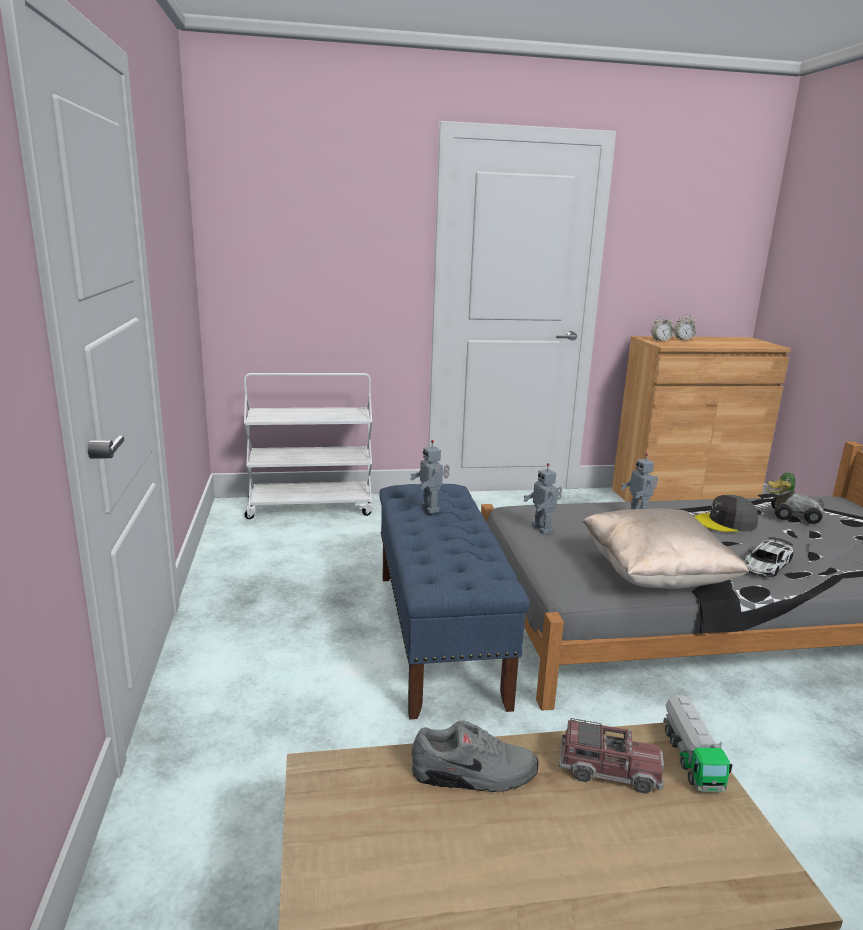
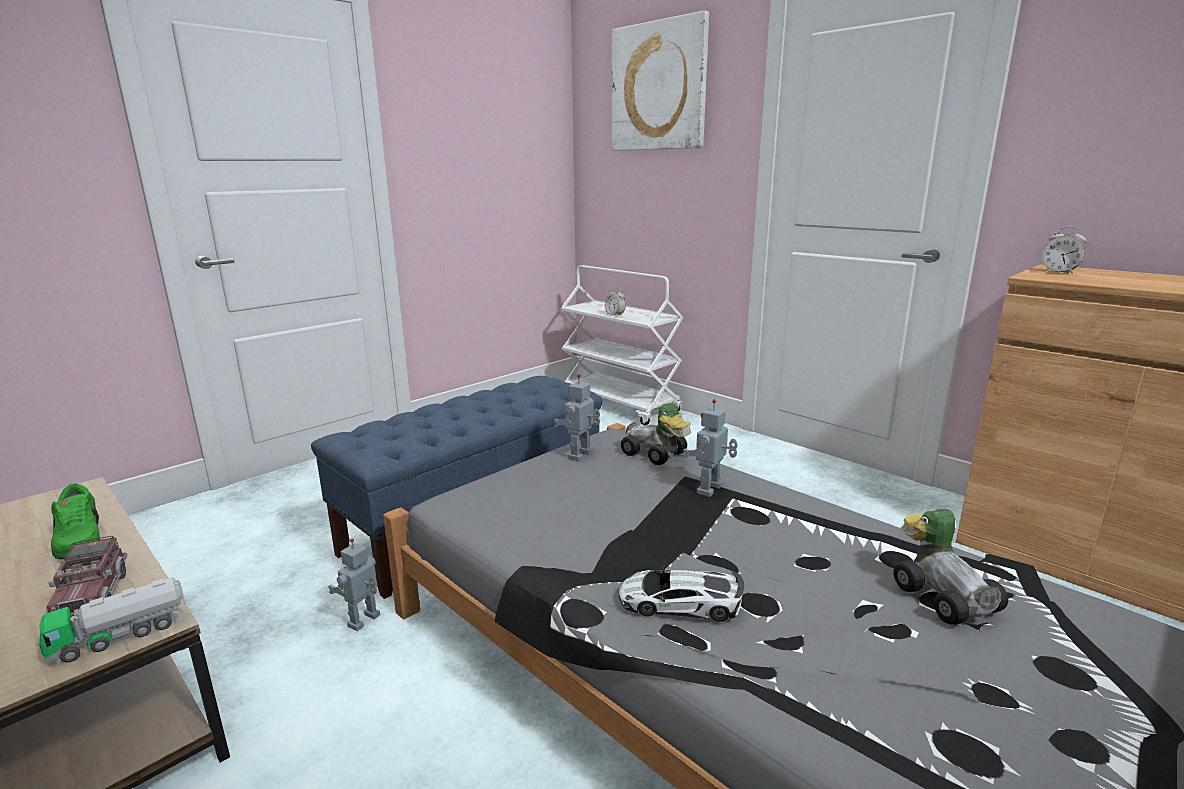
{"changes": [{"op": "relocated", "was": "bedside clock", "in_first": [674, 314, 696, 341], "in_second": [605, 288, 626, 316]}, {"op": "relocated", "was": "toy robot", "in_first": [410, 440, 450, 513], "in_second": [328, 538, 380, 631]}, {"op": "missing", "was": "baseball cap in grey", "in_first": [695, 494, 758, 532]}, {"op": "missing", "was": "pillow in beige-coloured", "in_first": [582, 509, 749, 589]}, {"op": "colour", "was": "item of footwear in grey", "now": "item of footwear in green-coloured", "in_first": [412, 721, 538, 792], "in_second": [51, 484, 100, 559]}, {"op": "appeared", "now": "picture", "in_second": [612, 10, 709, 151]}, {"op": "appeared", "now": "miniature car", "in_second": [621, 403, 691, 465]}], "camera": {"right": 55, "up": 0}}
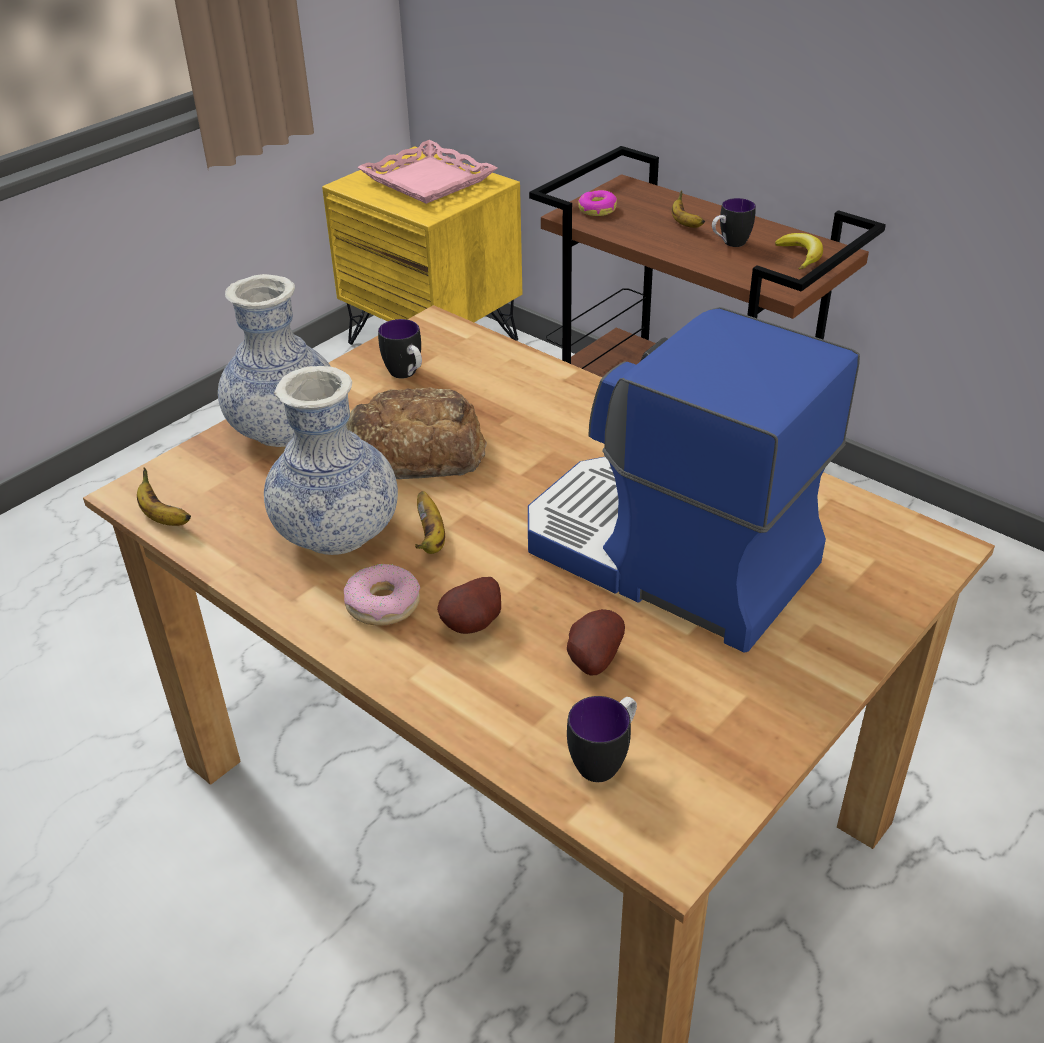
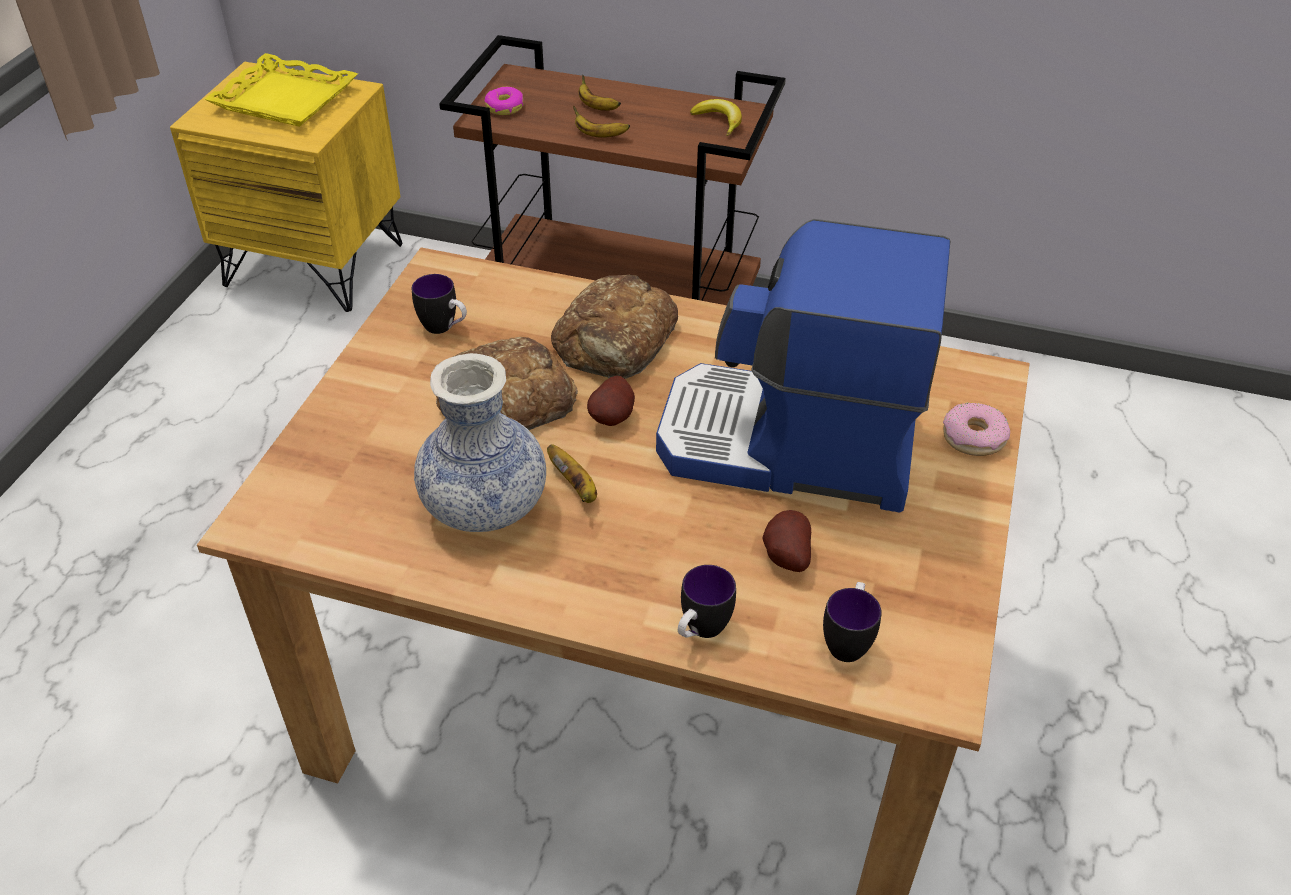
{"changes": [{"op": "colour", "was": "carrying tray in pinkish", "now": "carrying tray in yellowish", "in_first": [357, 140, 498, 204], "in_second": [204, 53, 358, 127]}, {"op": "relocated", "was": "coffee mug", "in_first": [712, 198, 756, 247], "in_second": [678, 565, 736, 638]}, {"op": "missing", "was": "vase", "in_first": [218, 274, 331, 447]}, {"op": "relocated", "was": "whole banana", "in_first": [137, 467, 191, 526], "in_second": [573, 106, 630, 138]}, {"op": "relocated", "was": "ring doughnut", "in_first": [344, 564, 420, 626], "in_second": [943, 403, 1010, 456]}, {"op": "relocated", "was": "potato", "in_first": [437, 577, 501, 634], "in_second": [587, 375, 635, 426]}, {"op": "appeared", "now": "bread", "in_second": [551, 275, 678, 379]}], "camera": {"right": -25, "up": 5}}
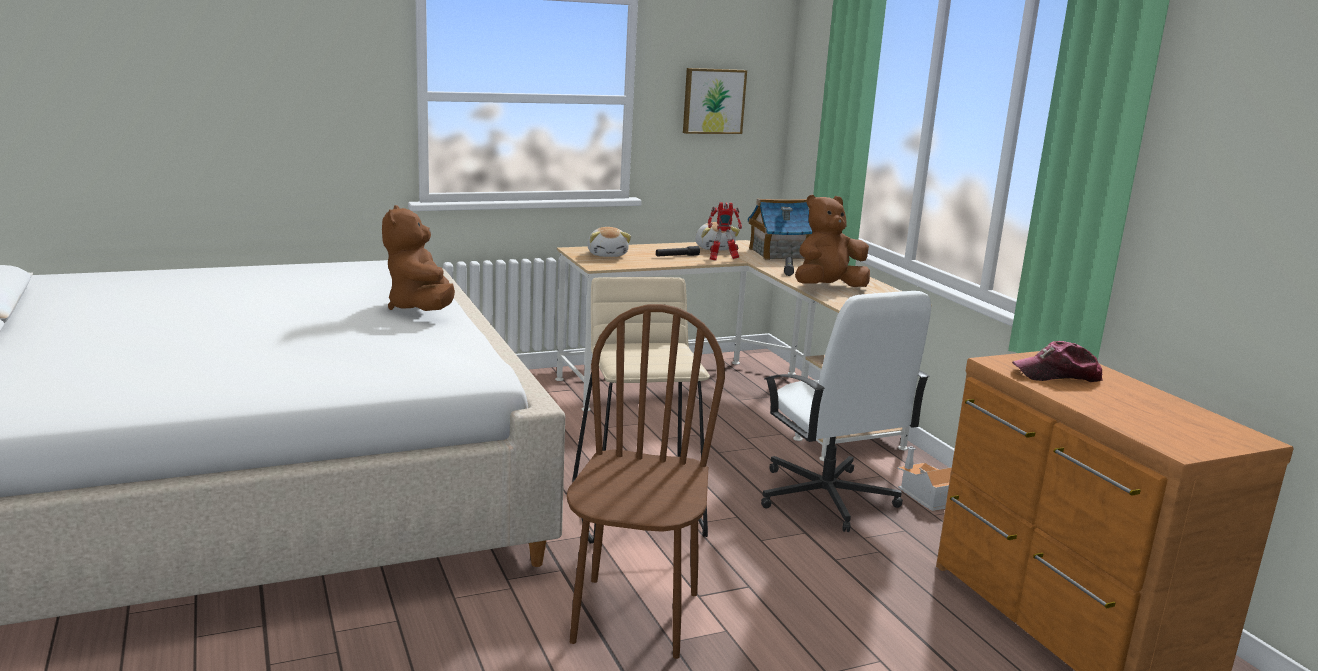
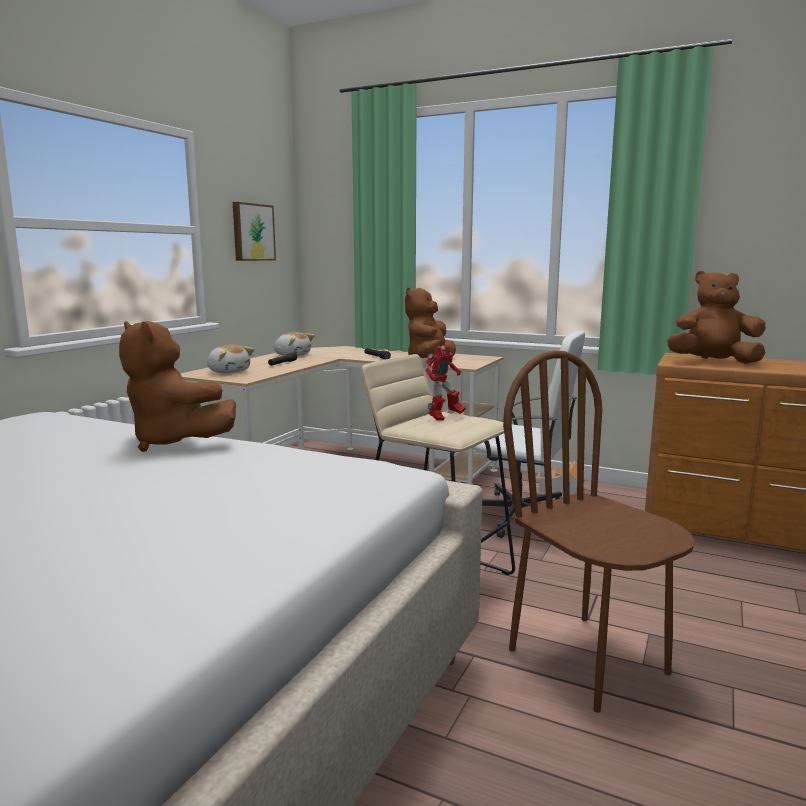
{"changes": [{"op": "missing", "was": "model house", "in_first": [748, 199, 812, 260]}, {"op": "relocated", "was": "toy robot", "in_first": [708, 202, 742, 261], "in_second": [424, 345, 465, 421]}, {"op": "exchanged", "was": "baseball cap", "now": "plush toy in brownish", "in_first": [1012, 341, 1103, 382], "in_second": [667, 271, 766, 364]}], "camera": {"right": -40, "up": -5}}
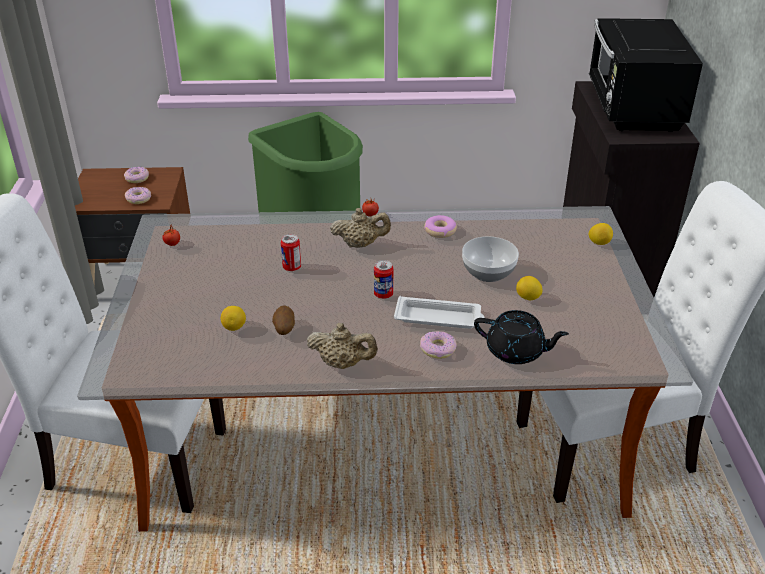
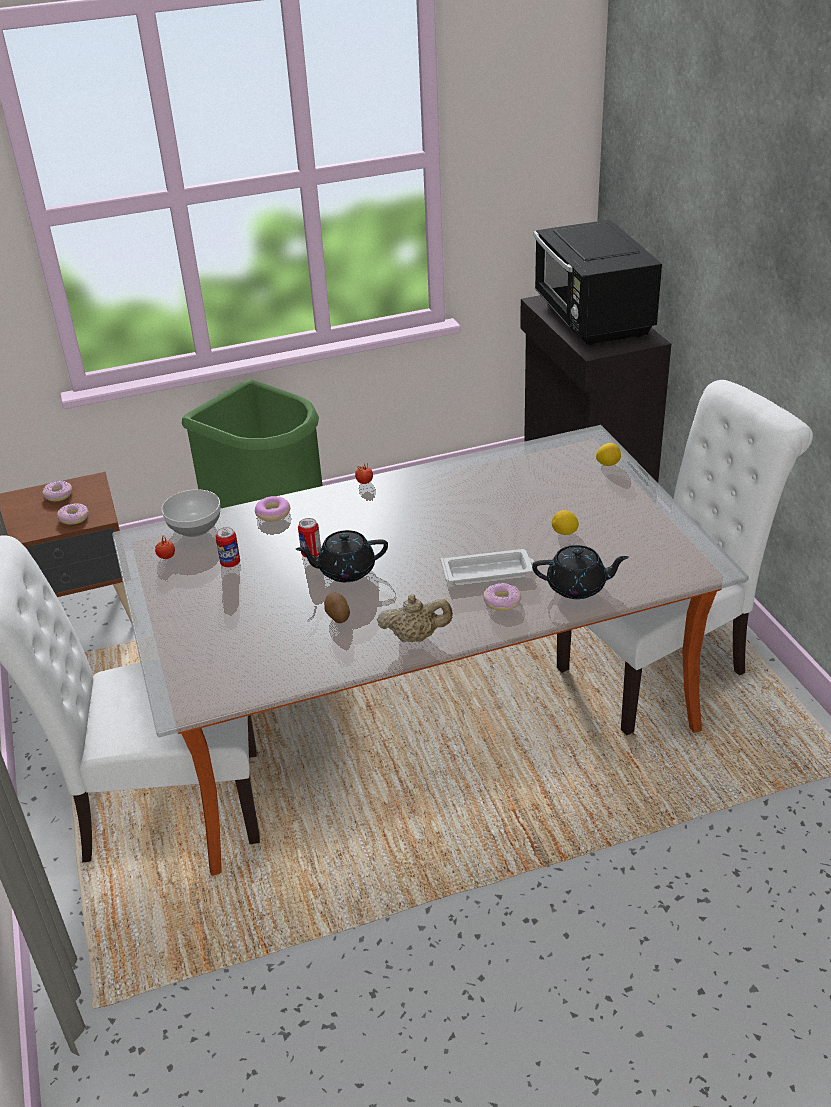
{"changes": [{"op": "missing", "was": "teapot in beige-coloured", "in_first": [330, 208, 391, 248]}, {"op": "relocated", "was": "ring doughnut", "in_first": [424, 215, 457, 238], "in_second": [255, 496, 290, 522]}, {"op": "relocated", "was": "bowl", "in_first": [462, 236, 519, 282], "in_second": [161, 489, 221, 537]}, {"op": "relocated", "was": "metal can", "in_first": [374, 260, 393, 299], "in_second": [215, 527, 240, 568]}, {"op": "missing", "was": "whole lemon", "in_first": [221, 306, 246, 331]}, {"op": "appeared", "now": "teapot in blackish", "in_second": [296, 530, 388, 582]}], "camera": {"right": -15, "up": 0}}
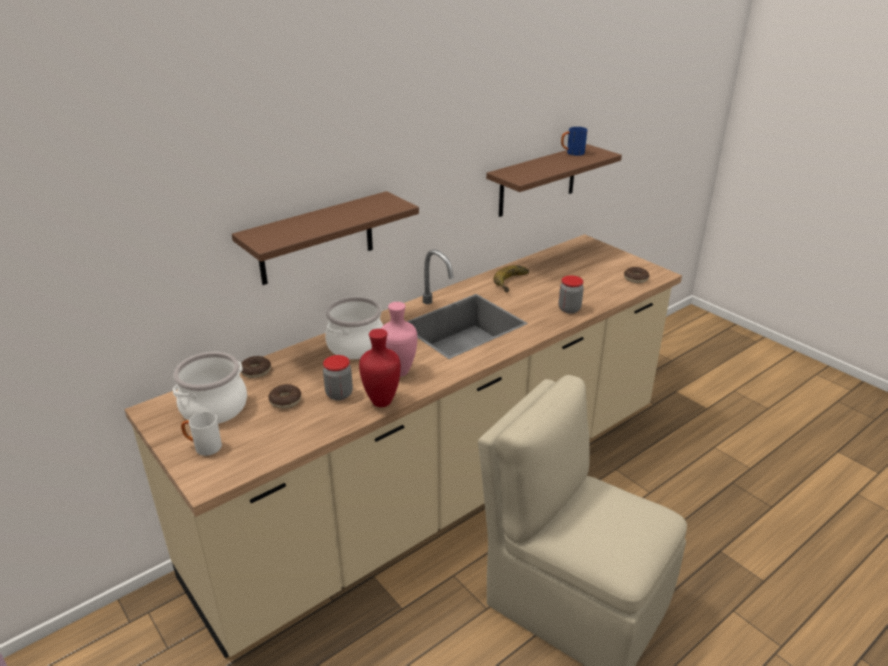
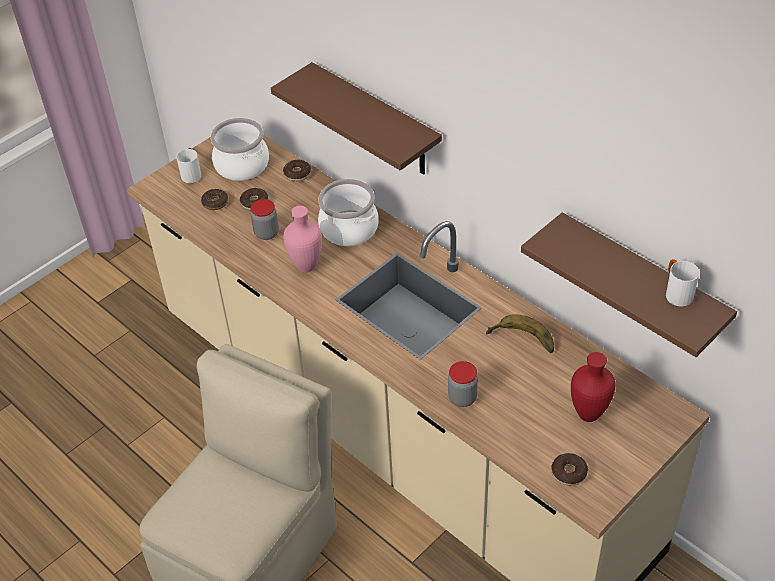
{"changes": [{"op": "colour", "was": "coffee mug in blue-coloured", "now": "coffee mug in whitish", "in_first": [561, 127, 588, 156], "in_second": [666, 259, 700, 307]}, {"op": "relocated", "was": "vase in red-coloured", "in_first": [359, 329, 401, 407], "in_second": [571, 352, 615, 422]}, {"op": "appeared", "now": "ring doughnut", "in_second": [201, 189, 228, 210]}], "camera": {"right": 85, "up": 15}}
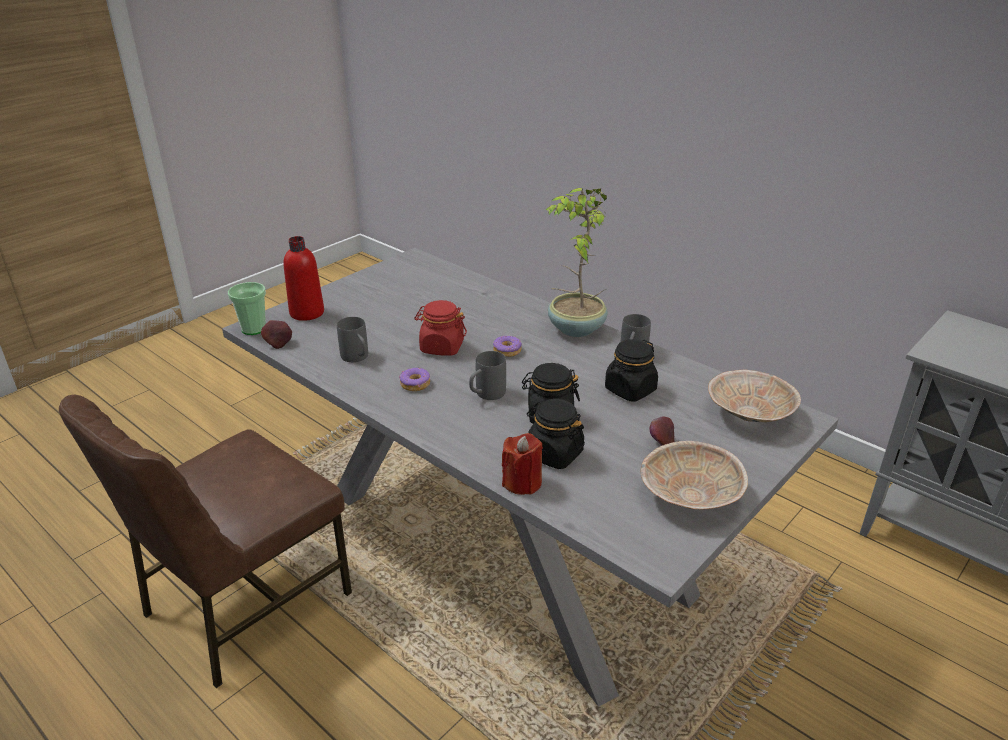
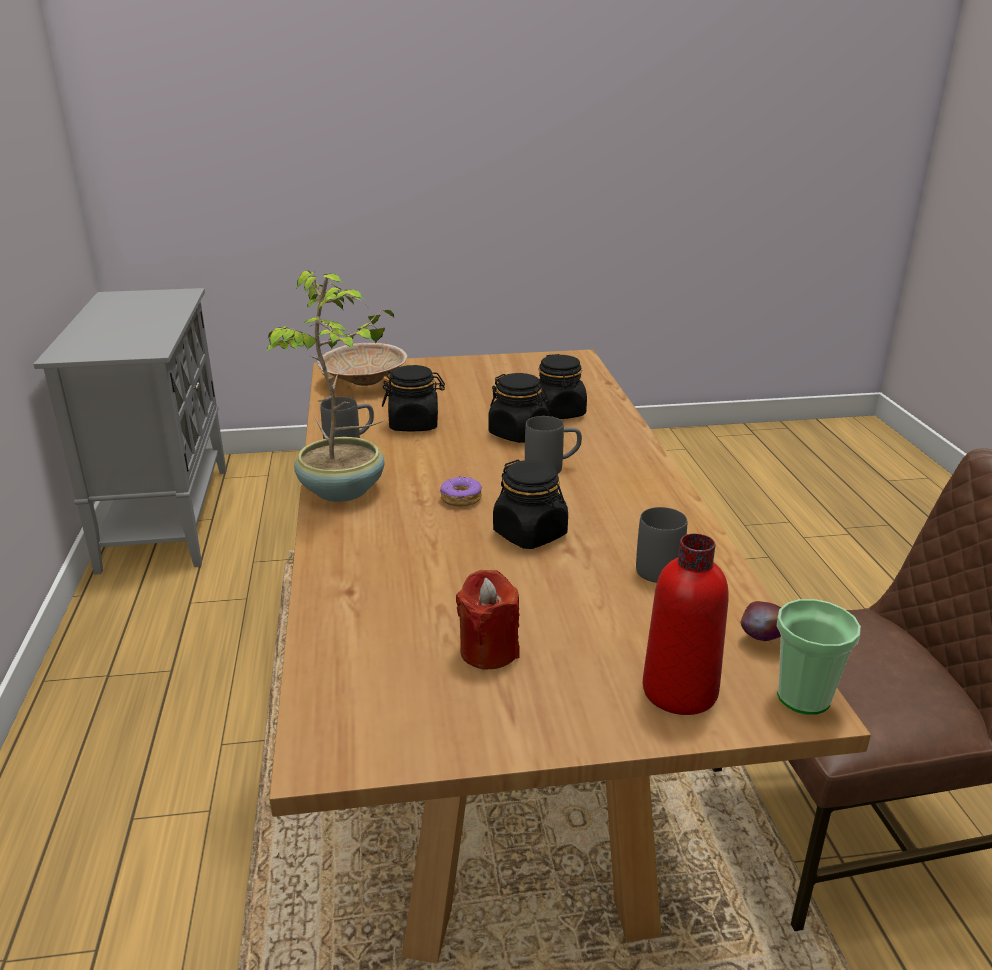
{"changes": [{"op": "colour", "was": "dinner table in grey", "now": "dinner table in brownish", "in_first": [222, 248, 838, 706], "in_second": [269, 349, 871, 963]}, {"op": "colour", "was": "jar in red-coloured", "now": "jar in blackish", "in_first": [414, 300, 467, 356], "in_second": [493, 460, 568, 549]}, {"op": "missing", "was": "ring doughnut", "in_first": [399, 368, 430, 391]}, {"op": "missing", "was": "apple fruit", "in_first": [650, 417, 674, 445]}, {"op": "relocated", "was": "candle in red-coloured", "in_first": [502, 433, 543, 495], "in_second": [456, 570, 520, 669]}, {"op": "missing", "was": "bowl in beige-coloured", "in_first": [641, 441, 748, 510]}], "camera": {"right": -140, "up": -5}}
